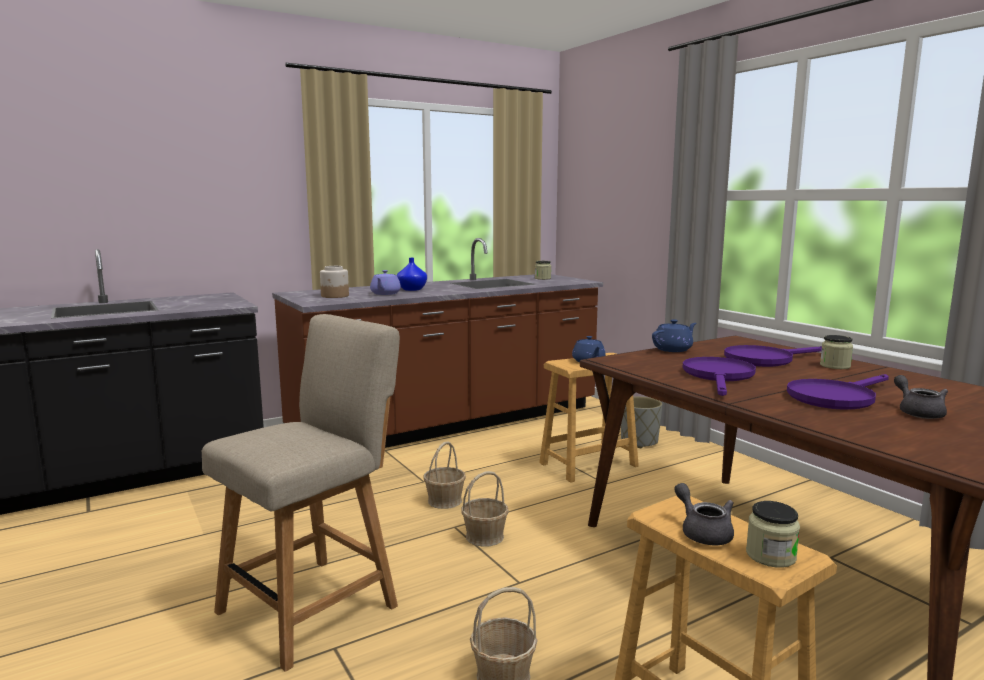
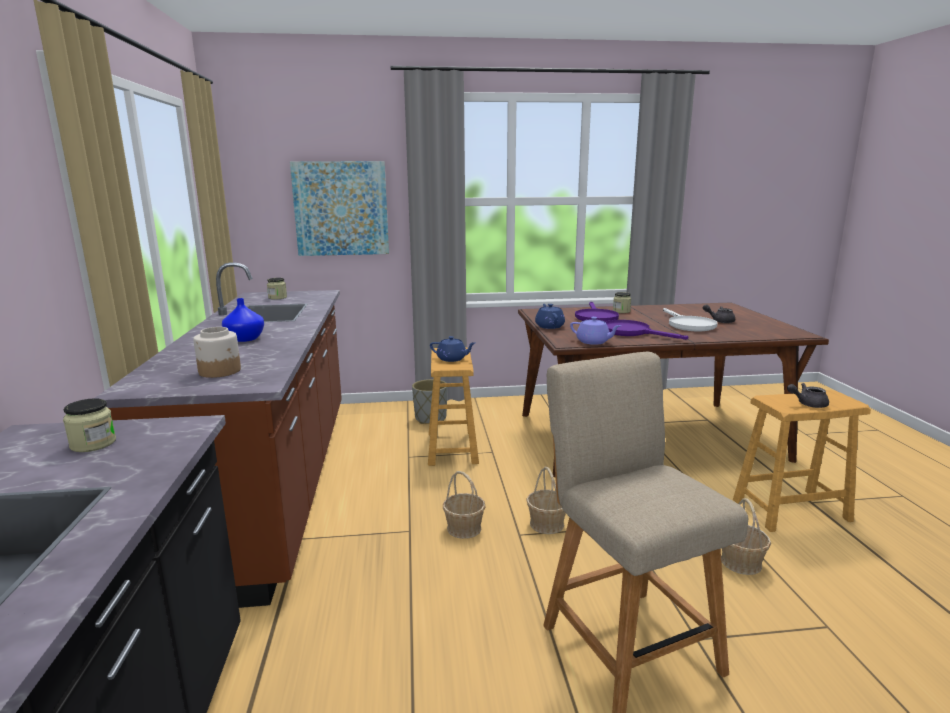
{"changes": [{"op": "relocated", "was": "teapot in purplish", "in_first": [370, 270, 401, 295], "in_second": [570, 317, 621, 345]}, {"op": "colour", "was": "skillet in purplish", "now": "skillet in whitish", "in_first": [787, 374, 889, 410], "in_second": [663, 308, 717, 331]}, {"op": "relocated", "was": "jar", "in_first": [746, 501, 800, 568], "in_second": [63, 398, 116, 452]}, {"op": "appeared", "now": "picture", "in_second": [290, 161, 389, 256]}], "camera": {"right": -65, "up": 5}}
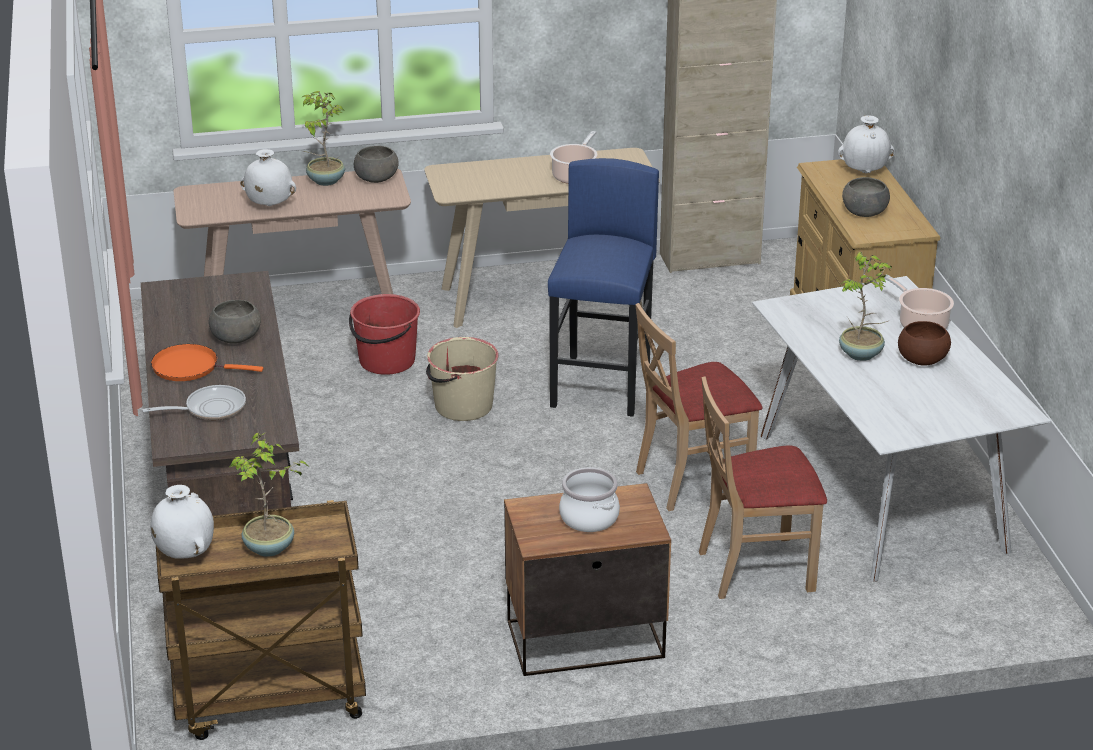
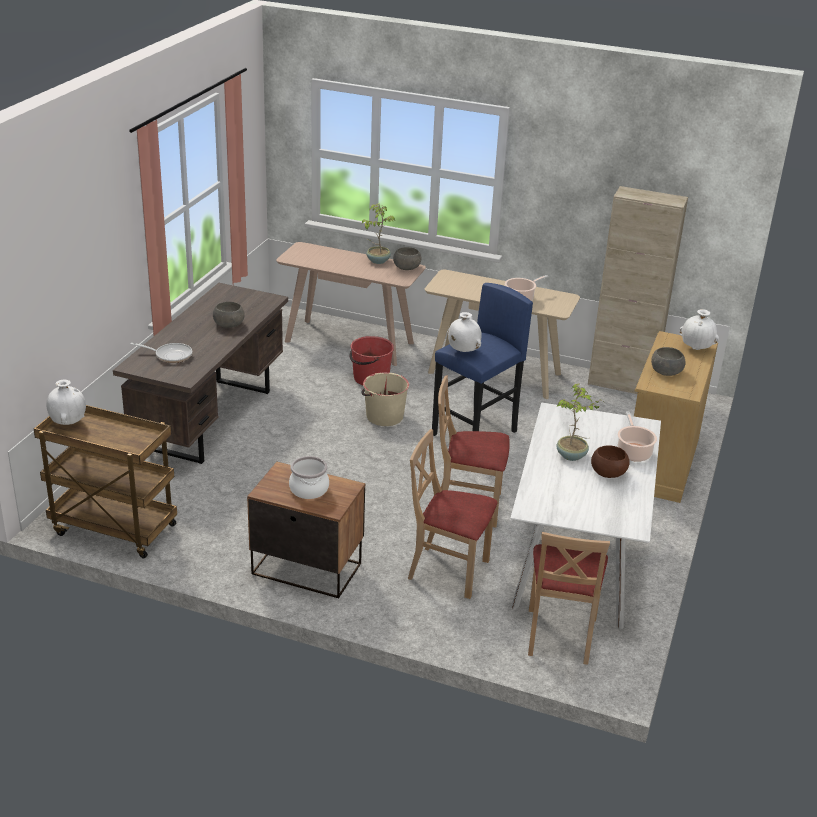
{"changes": [{"op": "relocated", "was": "vase in whitish", "in_first": [240, 149, 296, 206], "in_second": [448, 312, 482, 352]}, {"op": "missing", "was": "skillet in orange", "in_first": [151, 344, 263, 381]}, {"op": "missing", "was": "plant in a pot", "in_first": [230, 432, 308, 557]}, {"op": "appeared", "now": "upright chair in beige-coloured", "in_second": [528, 532, 610, 665]}], "camera": {"right": 30, "up": 0}}
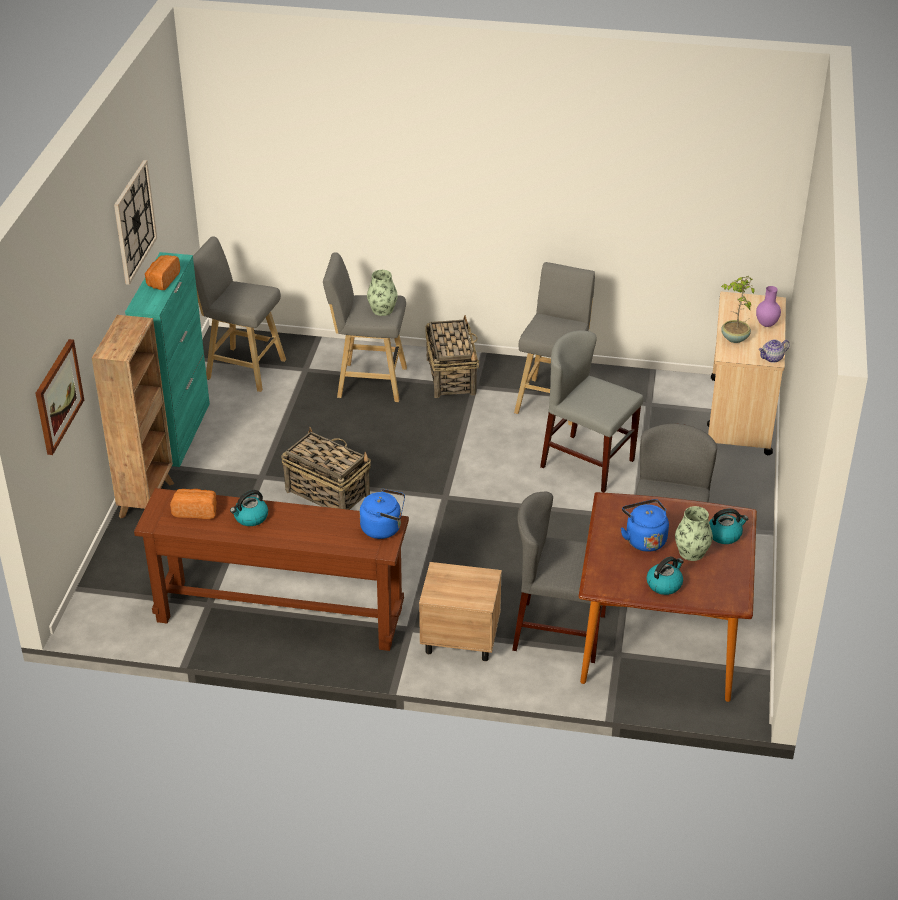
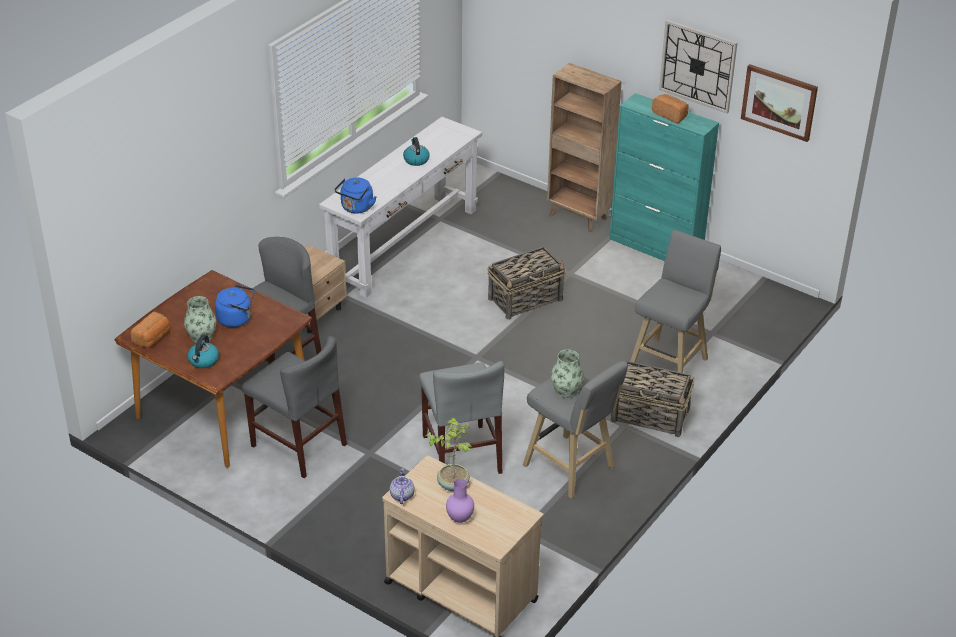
{"changes": [{"op": "missing", "was": "stool seat in grey", "in_first": [193, 236, 286, 392]}, {"op": "relocated", "was": "vase", "in_first": [367, 270, 398, 316], "in_second": [551, 349, 584, 398]}, {"op": "spun", "was": "upright chair in grey", "in_first": [540, 330, 643, 493], "in_second": [419, 361, 504, 474], "clockwise": 105}, {"op": "relocated", "was": "picture", "in_first": [36, 339, 84, 455], "in_second": [741, 64, 818, 142]}, {"op": "colour", "was": "console table in brownish", "now": "console table in whitish", "in_first": [134, 488, 409, 651], "in_second": [319, 117, 482, 298]}, {"op": "relocated", "was": "bread", "in_first": [170, 489, 217, 519], "in_second": [131, 311, 170, 348]}, {"op": "missing", "was": "water kettle", "in_first": [647, 557, 684, 595]}], "camera": {"right": 115, "up": 0}}
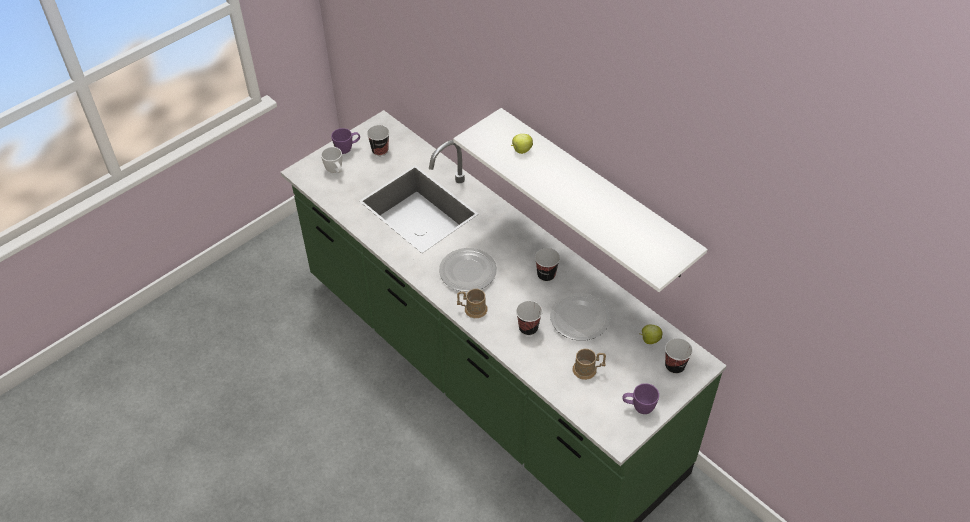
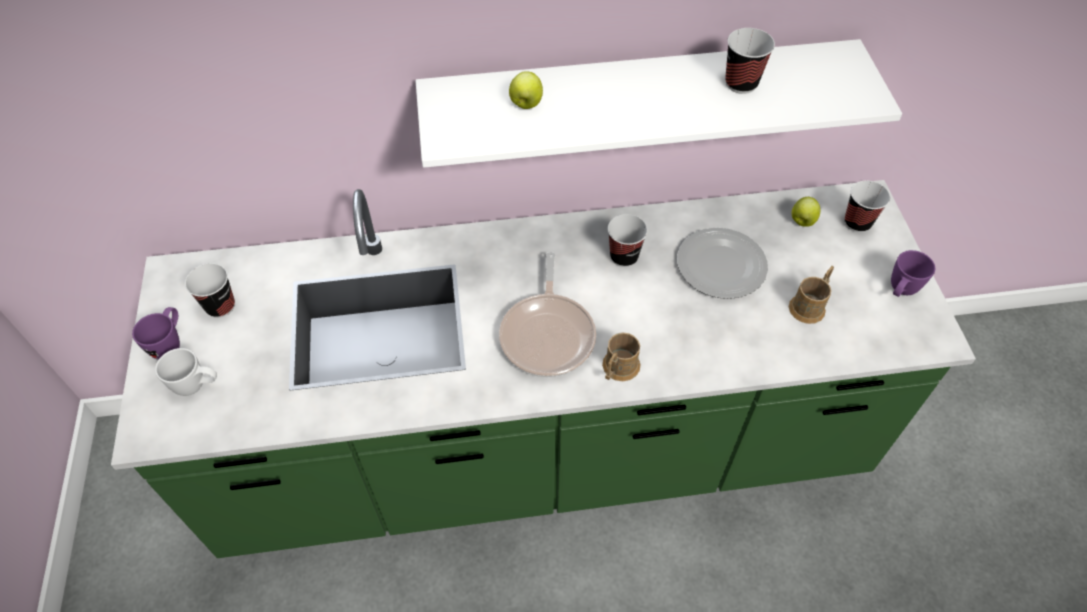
{"changes": [{"op": "exchanged", "was": "plate", "now": "skillet", "in_first": [439, 248, 497, 292], "in_second": [499, 252, 596, 377]}, {"op": "relocated", "was": "drinking cup", "in_first": [516, 301, 542, 336], "in_second": [725, 28, 775, 94]}], "camera": {"right": -55, "up": 5}}
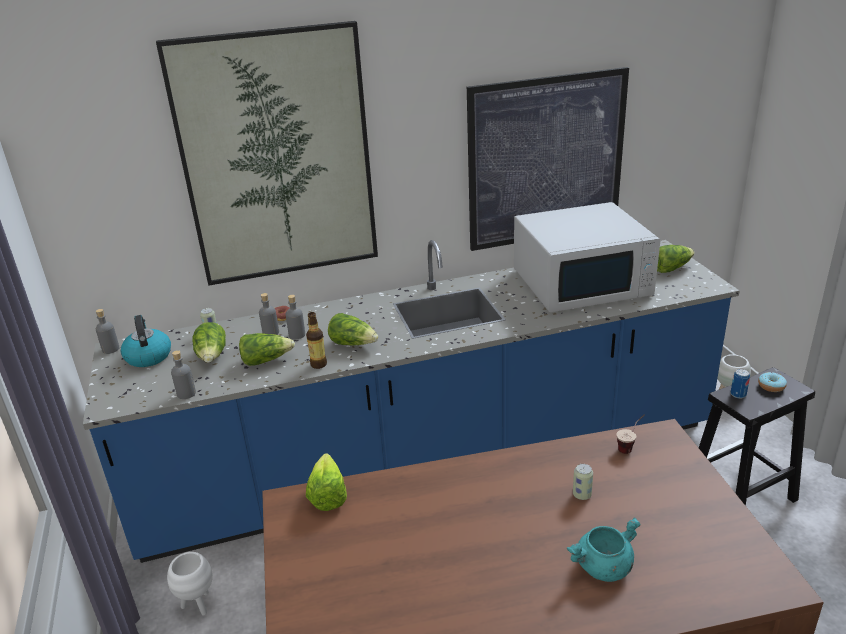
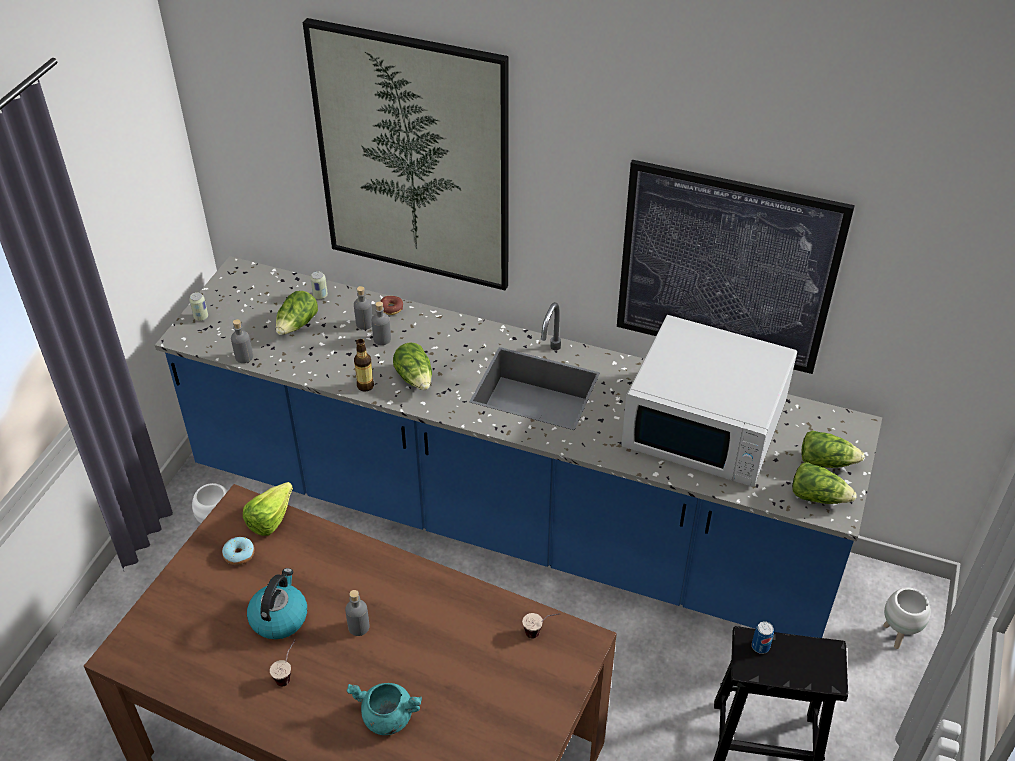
{"changes": [{"op": "relocated", "was": "drink bottle in grey", "in_first": [96, 309, 120, 354], "in_second": [345, 590, 369, 636]}, {"op": "relocated", "was": "water kettle", "in_first": [121, 315, 171, 367], "in_second": [247, 568, 307, 639]}, {"op": "relocated", "was": "head of lettuce", "in_first": [239, 333, 295, 366], "in_second": [792, 462, 857, 504]}, {"op": "relocated", "was": "ring doughnut", "in_first": [758, 372, 787, 392], "in_second": [222, 537, 254, 565]}, {"op": "relocated", "was": "metal can", "in_first": [573, 464, 593, 500], "in_second": [189, 292, 208, 321]}, {"op": "appeared", "now": "drinking cup", "in_second": [270, 640, 295, 686]}], "camera": {"right": 35, "up": 15}}
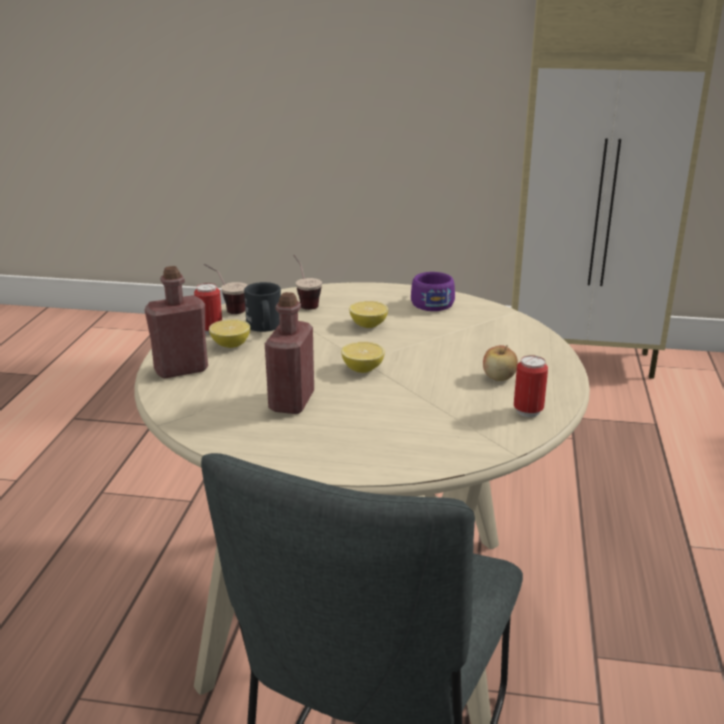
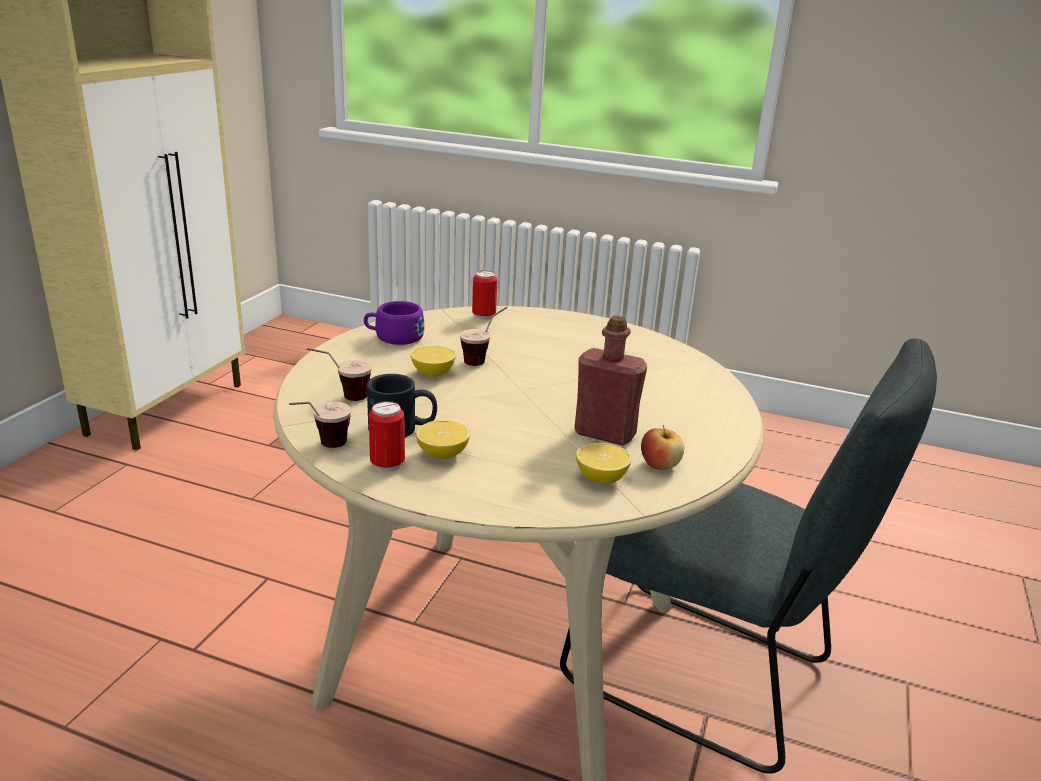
{"changes": [{"op": "missing", "was": "drink bottle in red-coloured", "in_first": [144, 266, 208, 379]}, {"op": "relocated", "was": "whole lemon", "in_first": [341, 342, 385, 373], "in_second": [576, 443, 631, 484]}, {"op": "relocated", "was": "apple fruit", "in_first": [483, 345, 518, 381], "in_second": [641, 425, 684, 470]}, {"op": "relocated", "was": "metal can", "in_first": [514, 355, 548, 417], "in_second": [472, 271, 498, 320]}, {"op": "appeared", "now": "drinking cup", "in_second": [460, 307, 508, 366]}], "camera": {"right": -80, "up": 0}}
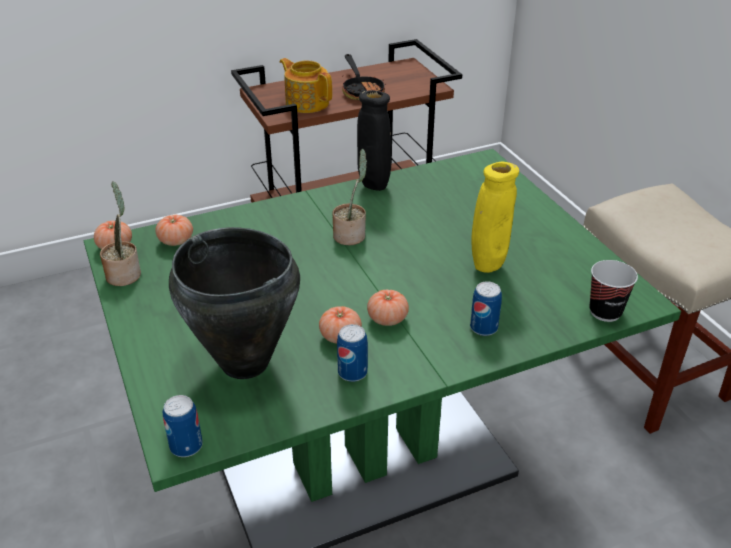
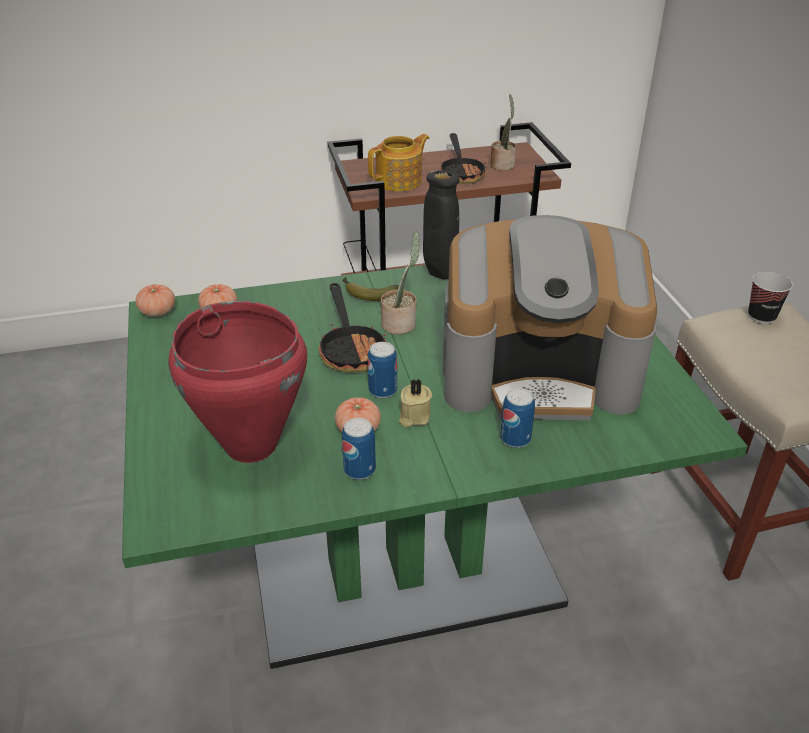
{"changes": [{"op": "spun", "was": "teapot", "in_first": [280, 58, 332, 113], "in_second": [368, 134, 430, 191], "clockwise": 90}, {"op": "exchanged", "was": "vase in yellowish", "now": "coffee maker", "in_first": [472, 162, 519, 273], "in_second": [443, 215, 657, 420]}, {"op": "relocated", "was": "plant in a pot", "in_first": [100, 181, 141, 286], "in_second": [490, 94, 516, 171]}, {"op": "colour", "was": "stockpot in blackish", "now": "stockpot in red-coloured", "in_first": [169, 227, 300, 379], "in_second": [168, 301, 307, 463]}, {"op": "relocated", "was": "drinking cup", "in_first": [589, 260, 638, 322], "in_second": [748, 272, 793, 324]}, {"op": "exchanged", "was": "fresh tomato", "now": "candle in beige-coloured", "in_first": [367, 290, 409, 326], "in_second": [399, 379, 432, 427]}, {"op": "relocated", "was": "metal can", "in_first": [163, 395, 203, 457], "in_second": [368, 342, 397, 398]}, {"op": "appeared", "now": "whole banana", "in_second": [342, 277, 399, 301]}, {"op": "appeared", "now": "skillet", "in_second": [319, 283, 386, 372]}], "camera": {"right": 10, "up": 0}}
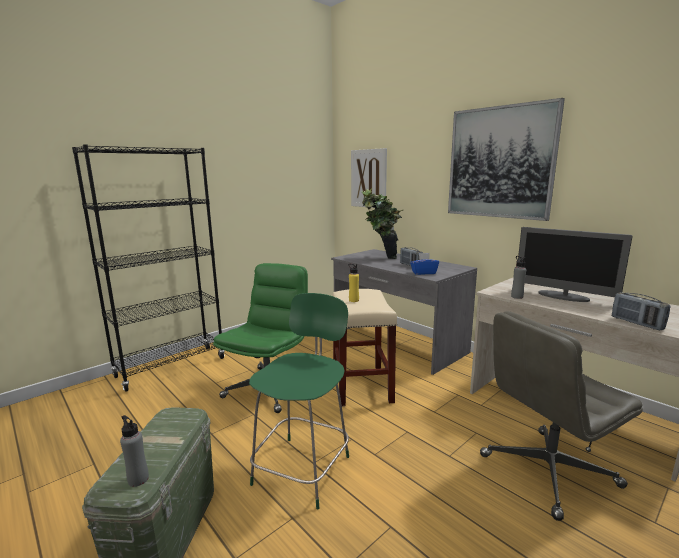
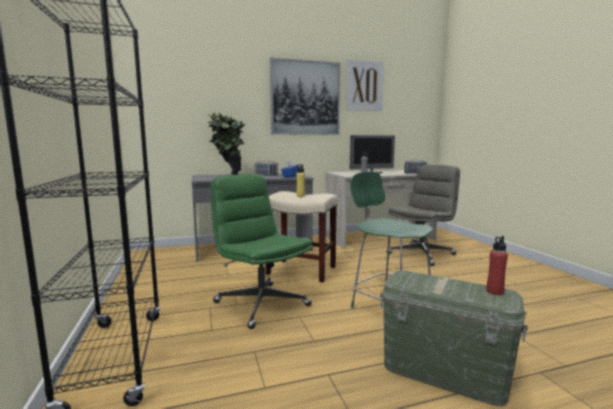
{"changes": [{"op": "relocated", "was": "picture", "in_first": [351, 148, 387, 208], "in_second": [346, 59, 384, 111]}, {"op": "spun", "was": "computer chair in grey", "in_first": [480, 311, 643, 521], "in_second": [386, 165, 460, 266], "clockwise": -135}, {"op": "colour", "was": "drink bottle in grey", "now": "drink bottle in red-coloured", "in_first": [120, 415, 149, 487], "in_second": [486, 236, 508, 295]}], "camera": {"right": -65, "up": -5}}
